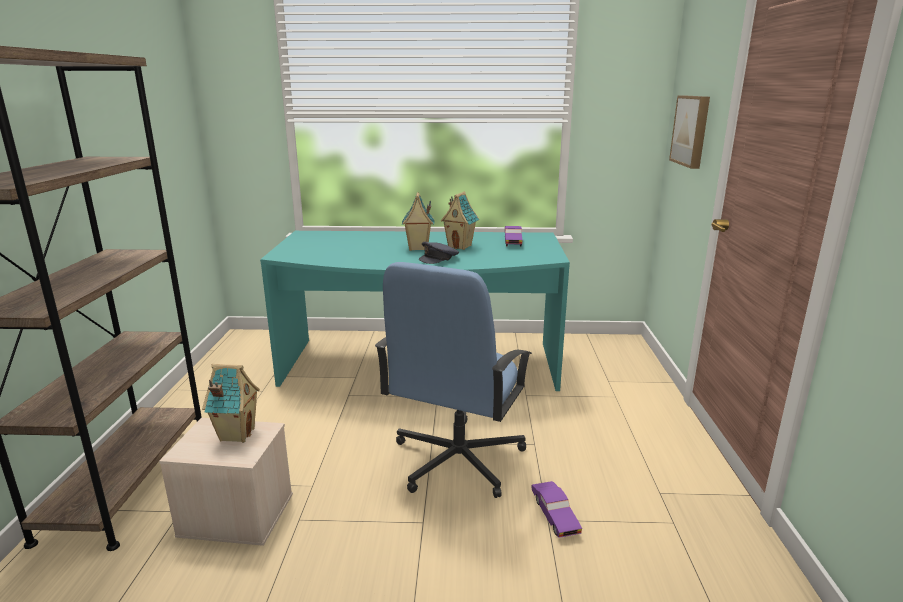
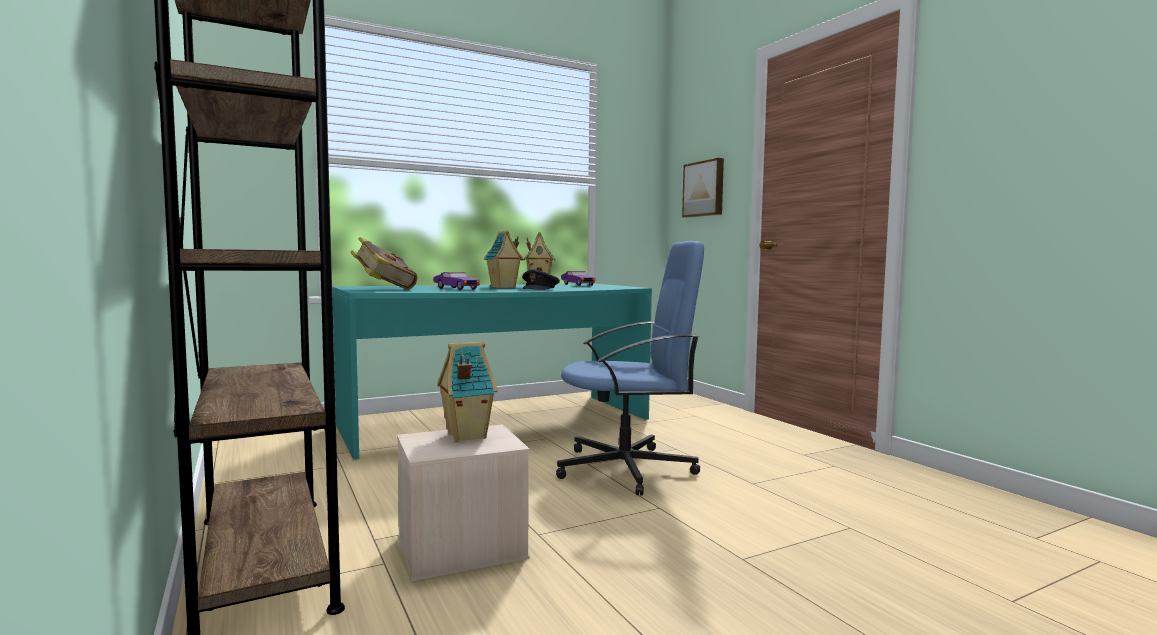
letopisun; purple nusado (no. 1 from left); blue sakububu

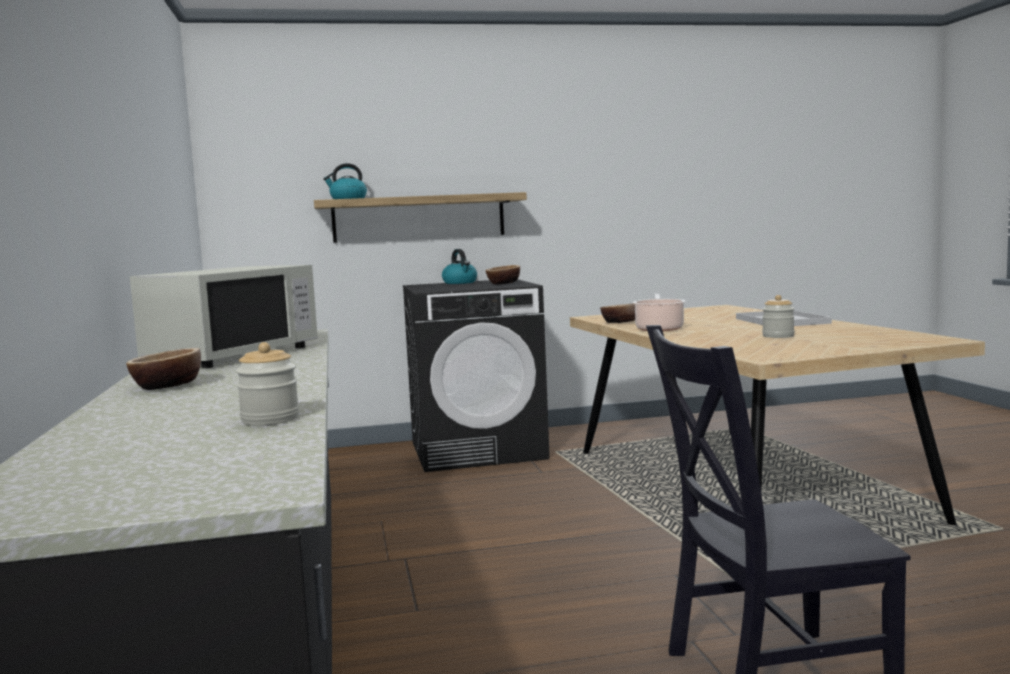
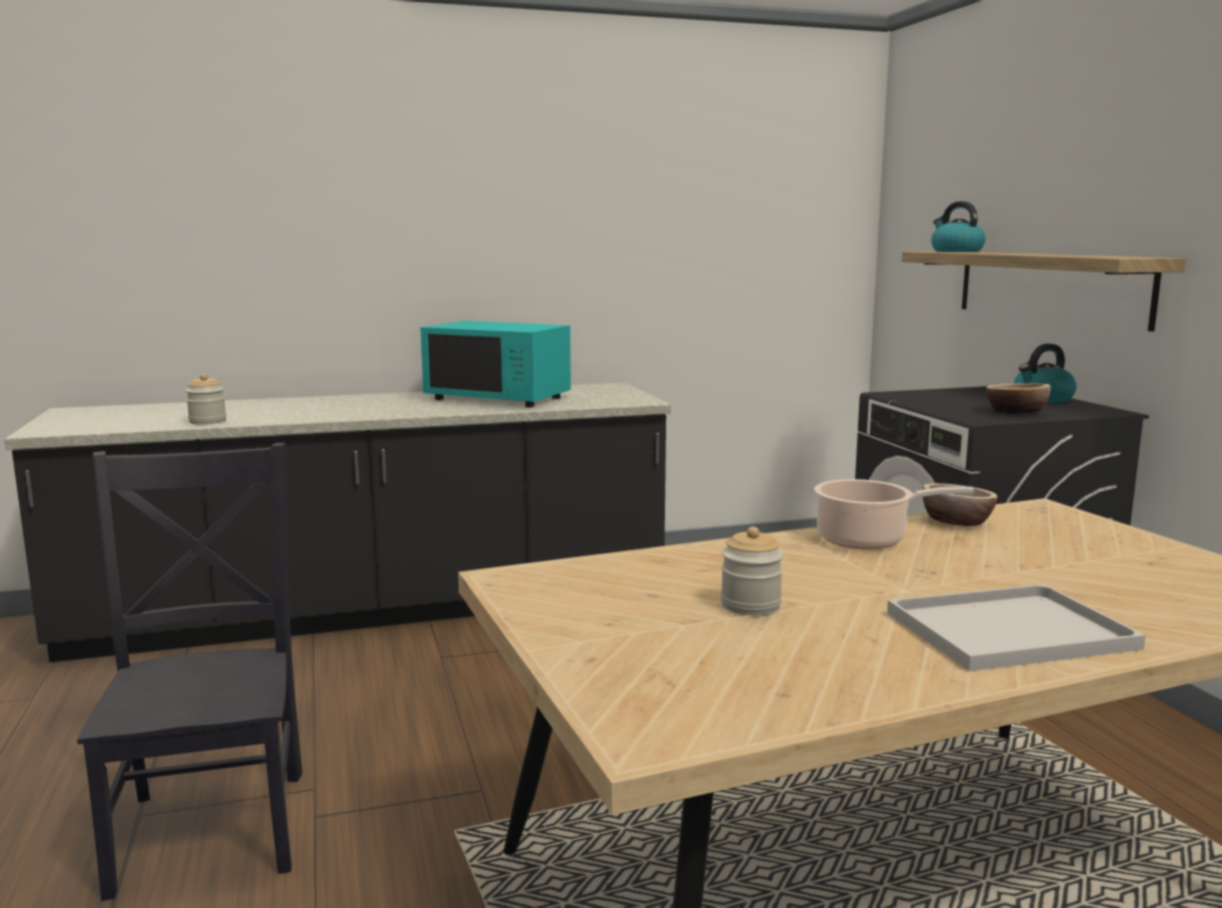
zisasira (no. 1 from left in the first image); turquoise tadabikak

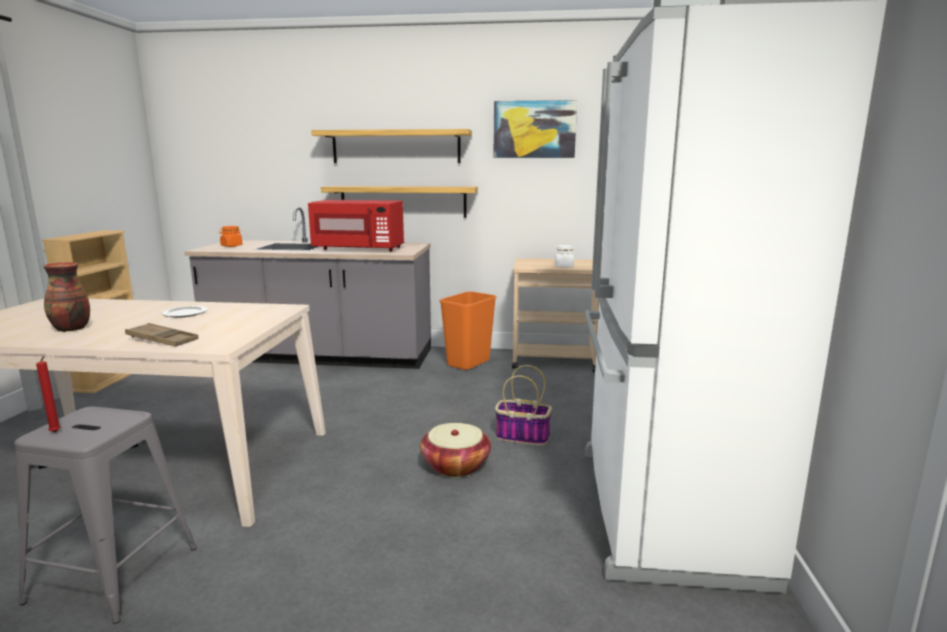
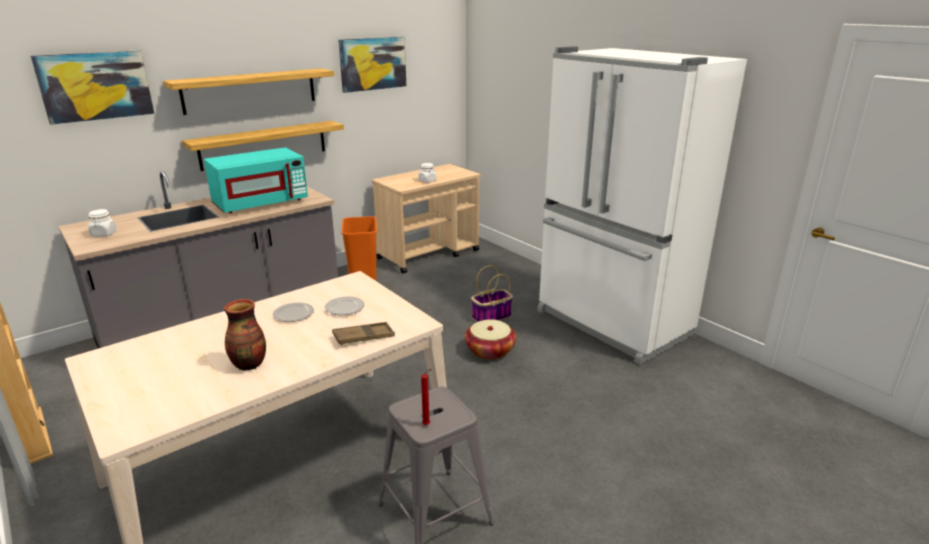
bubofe (no. 1 from left); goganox (no. 2 from left); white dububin (no. 1 from left); turquoise tadabikak

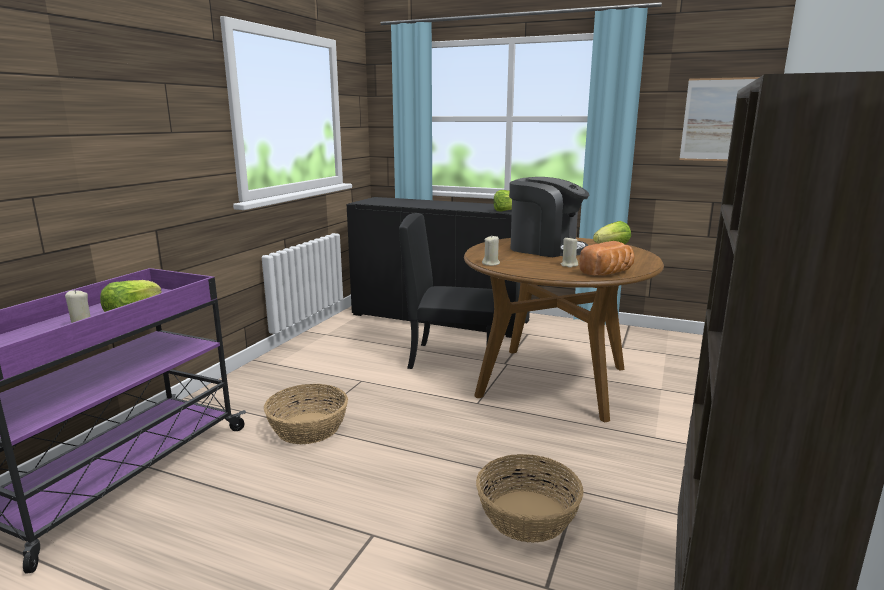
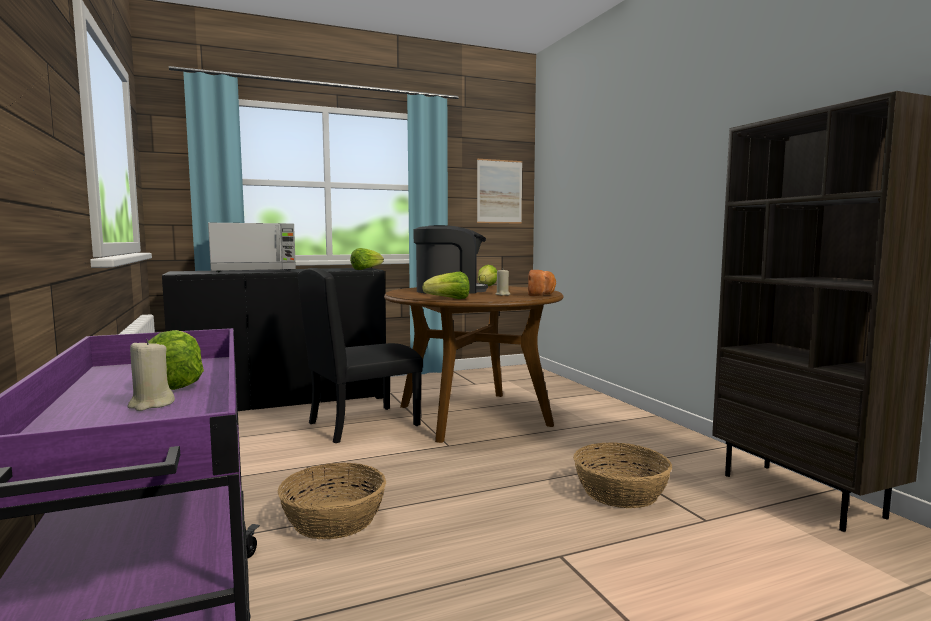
tadabikak; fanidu (no. 3 from left)

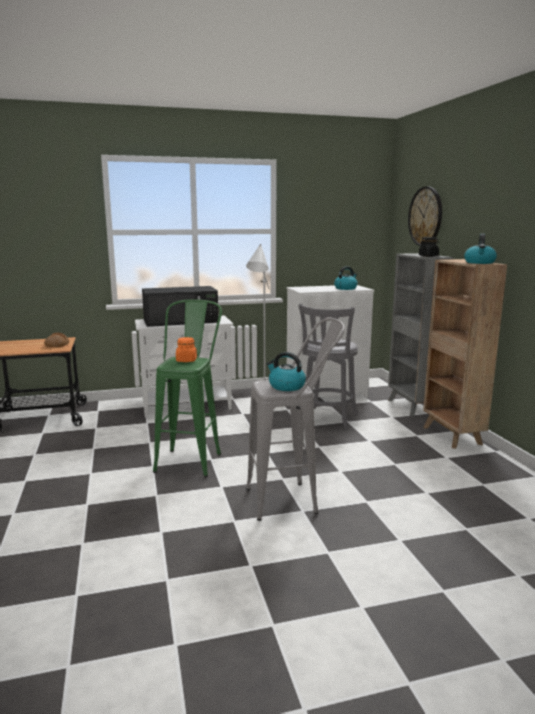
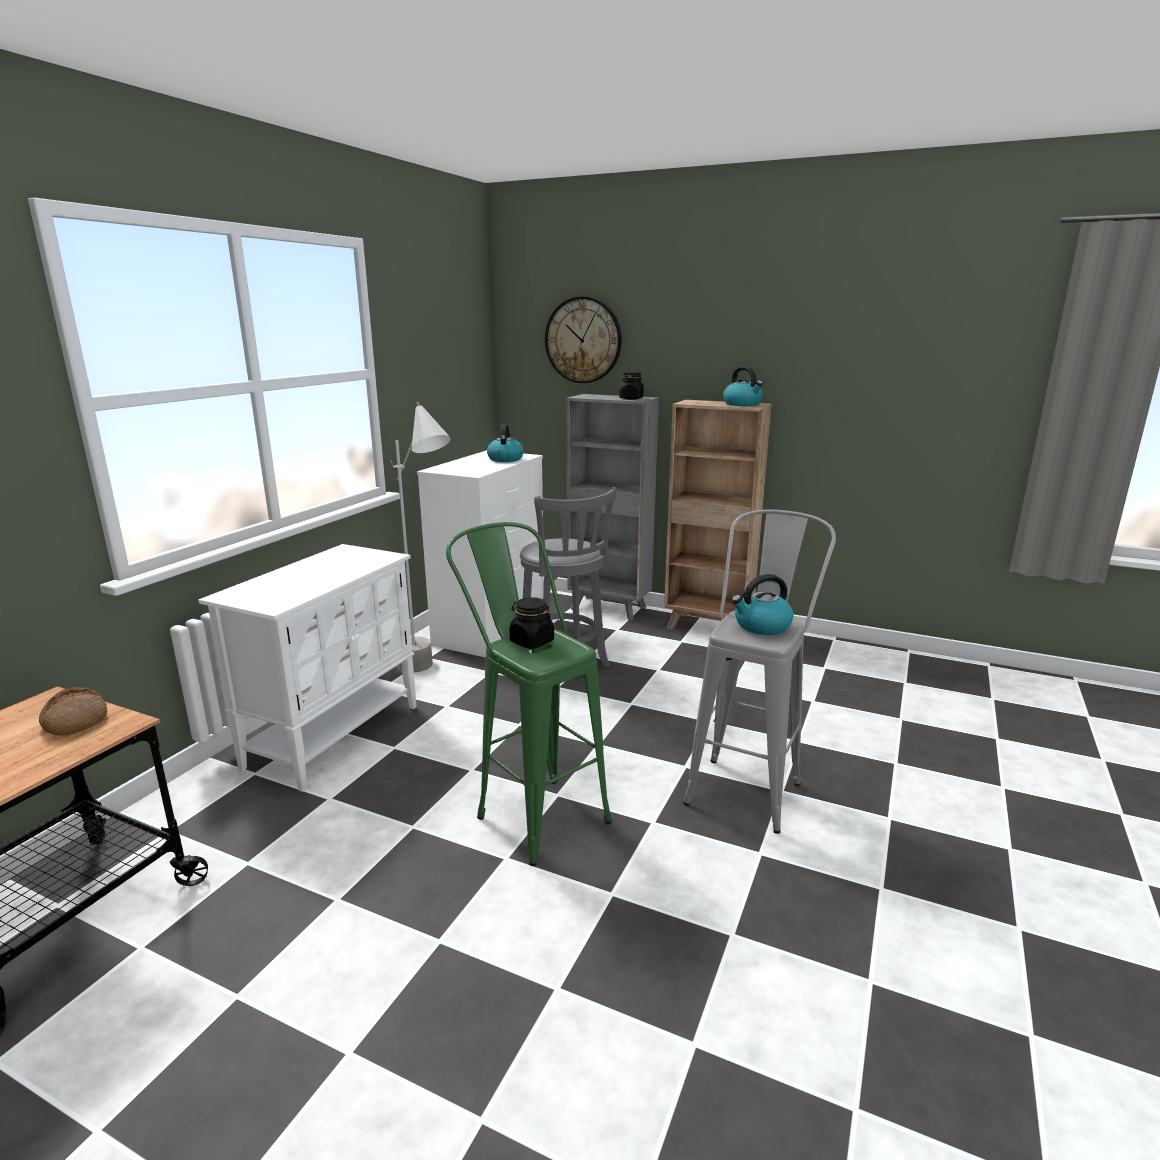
black tadabikak; black dububin (no. 1 from left)

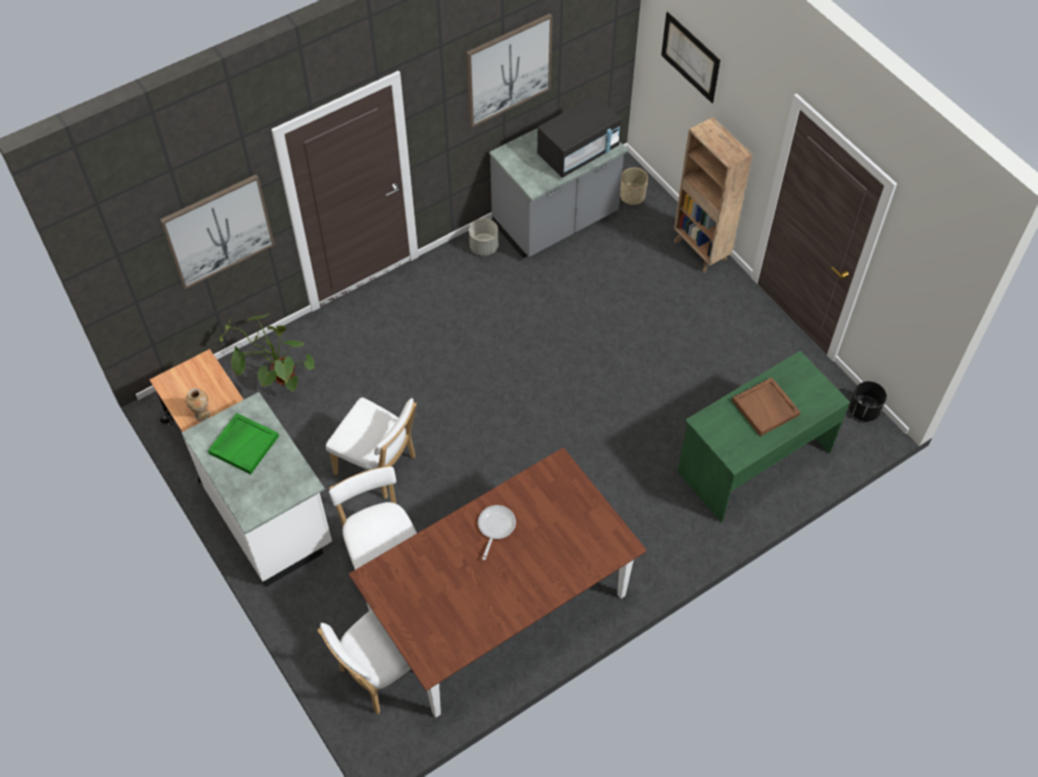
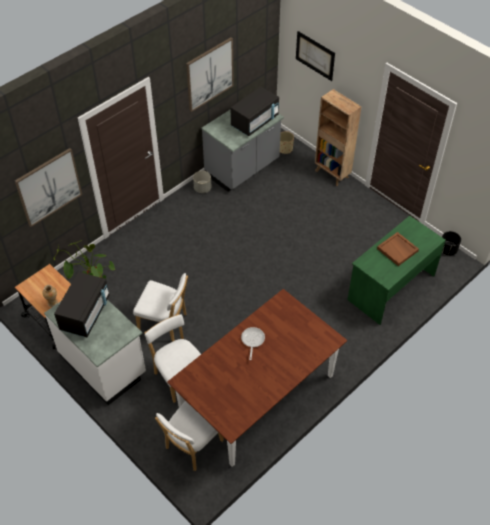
black tadabikak (no. 1 from left)

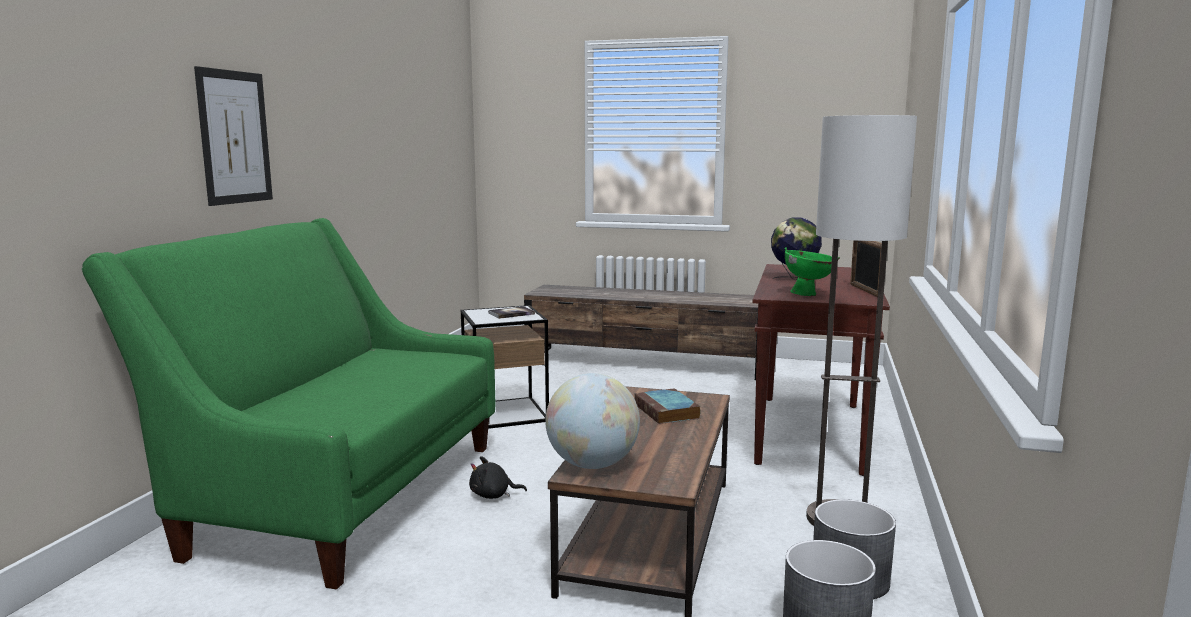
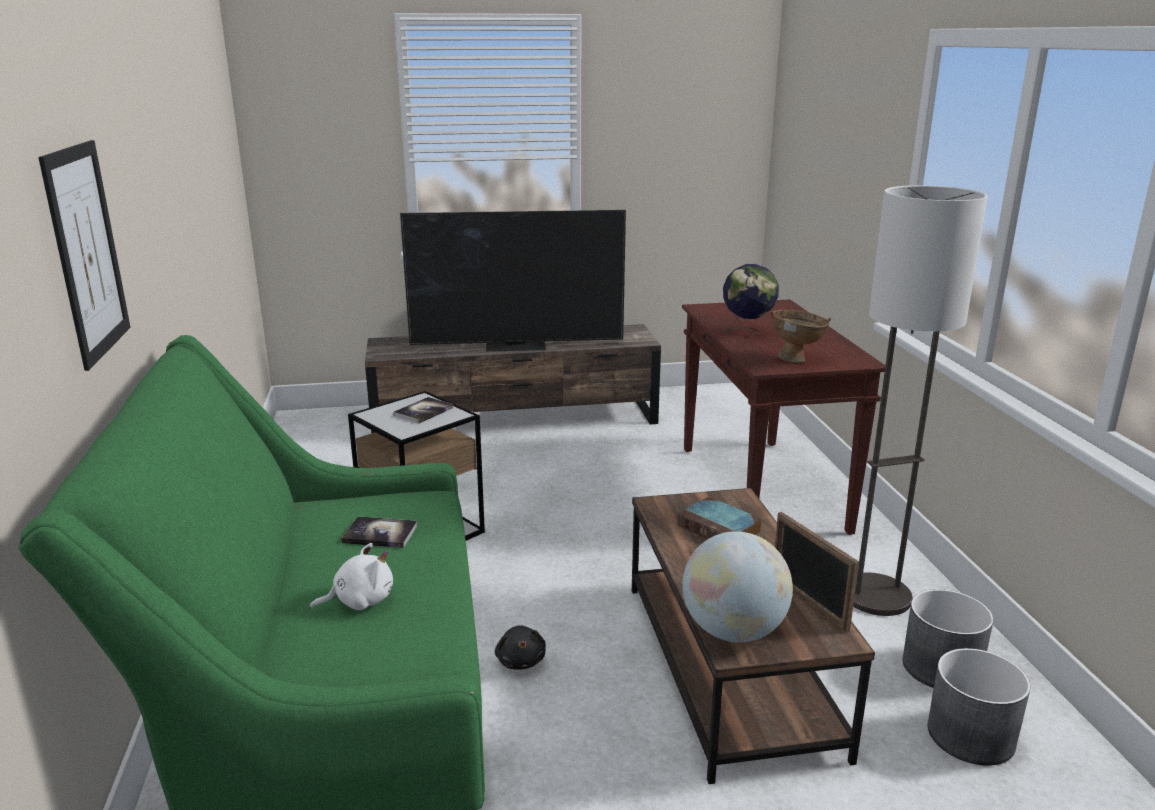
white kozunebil; letopisun (no. 1 from left); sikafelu; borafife; brown zisasira; black kozunebil

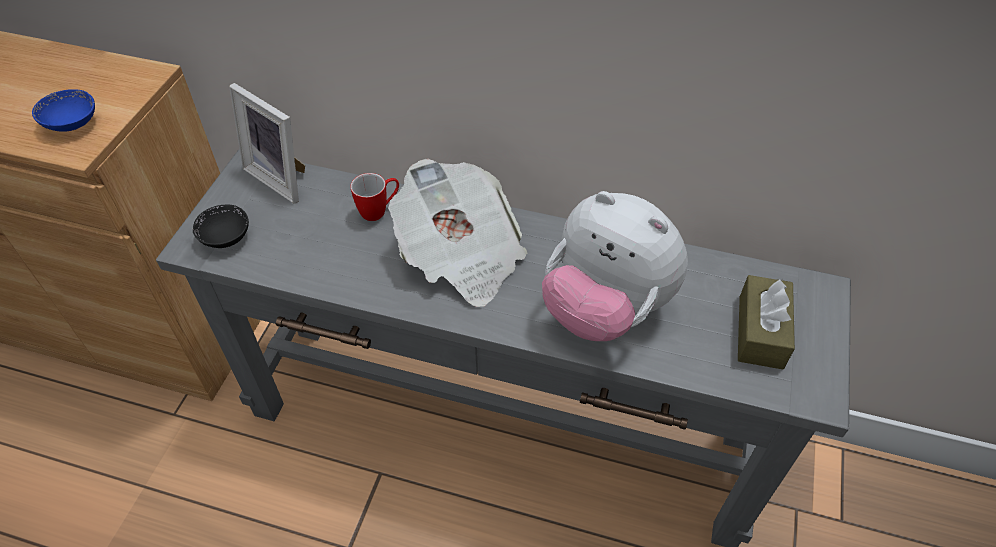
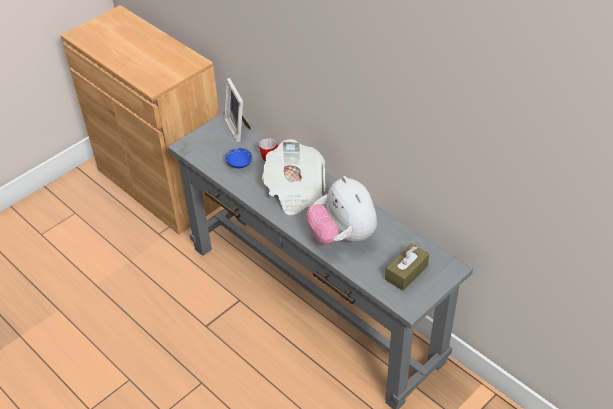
black zisasira; blue zisasira

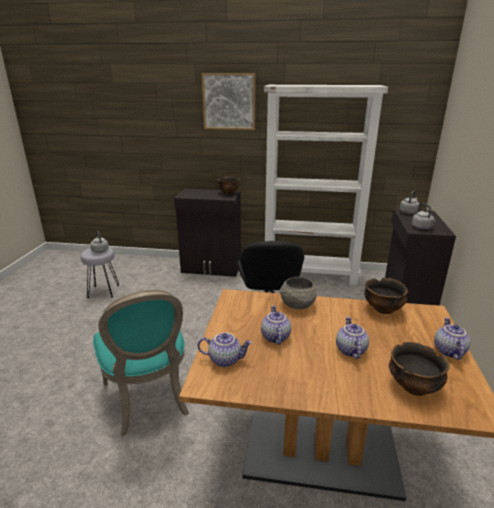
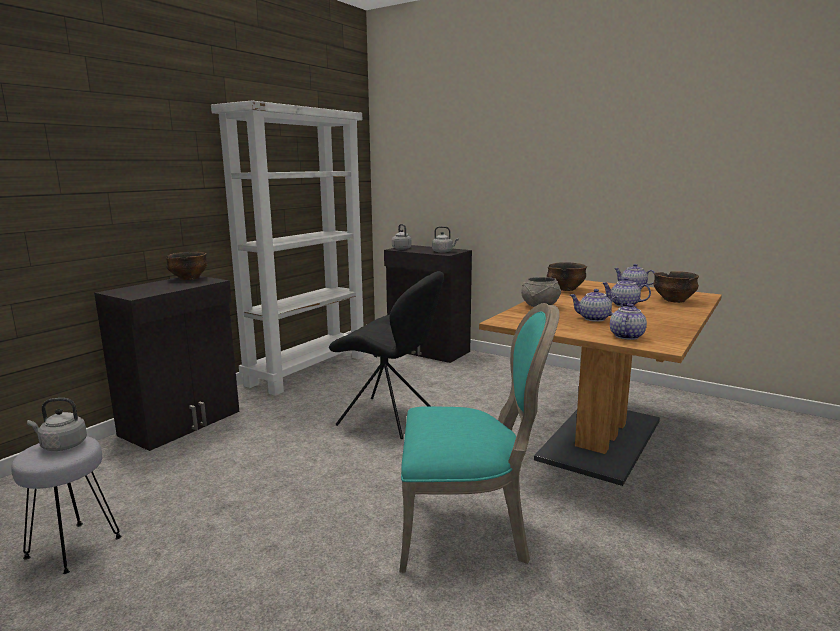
bubofe

